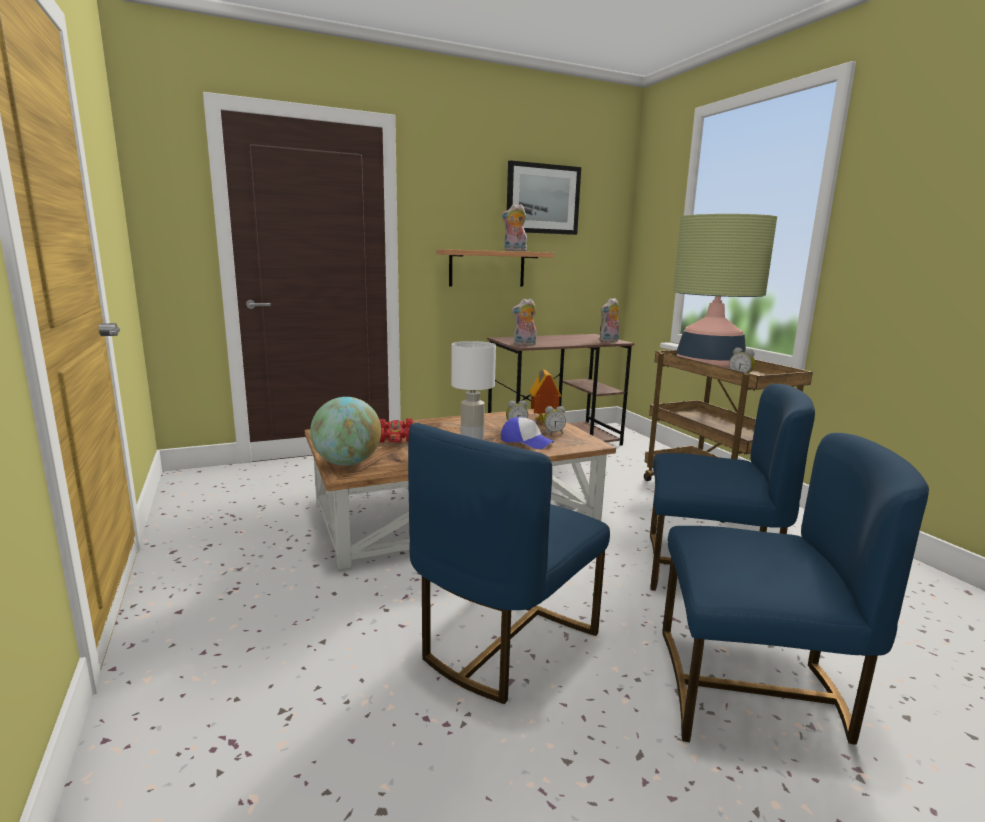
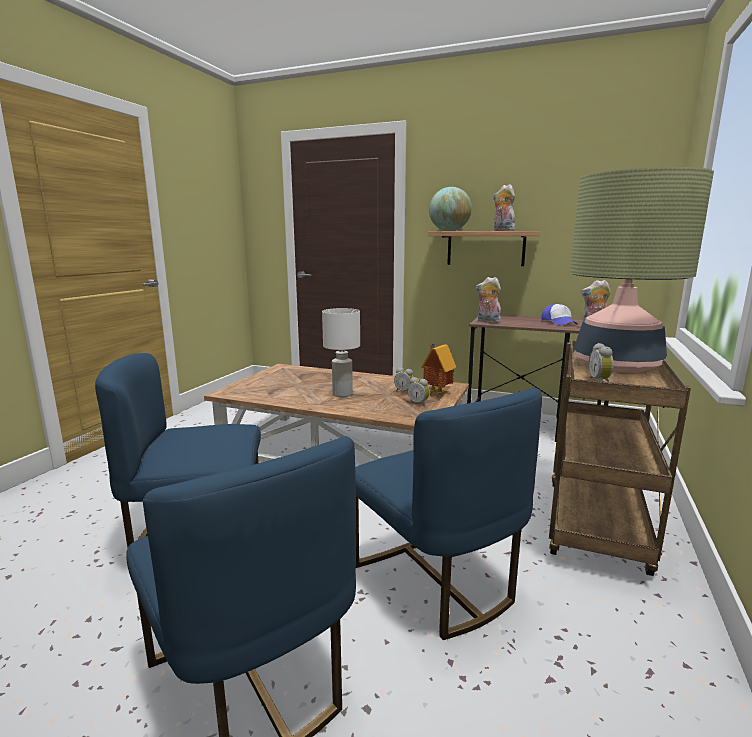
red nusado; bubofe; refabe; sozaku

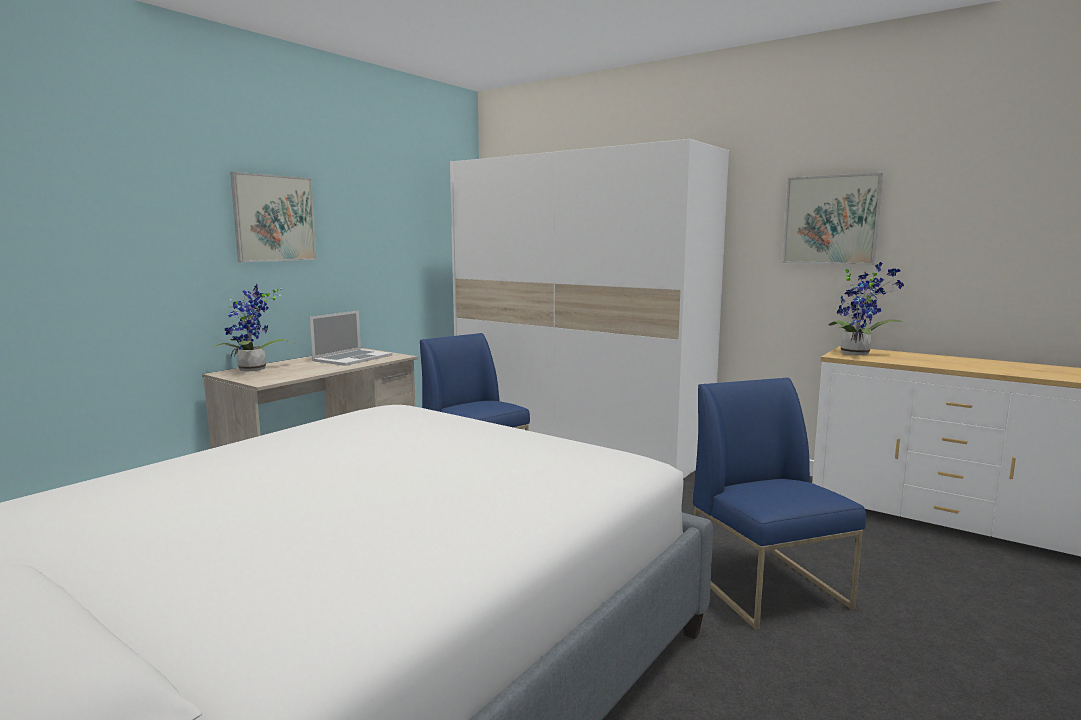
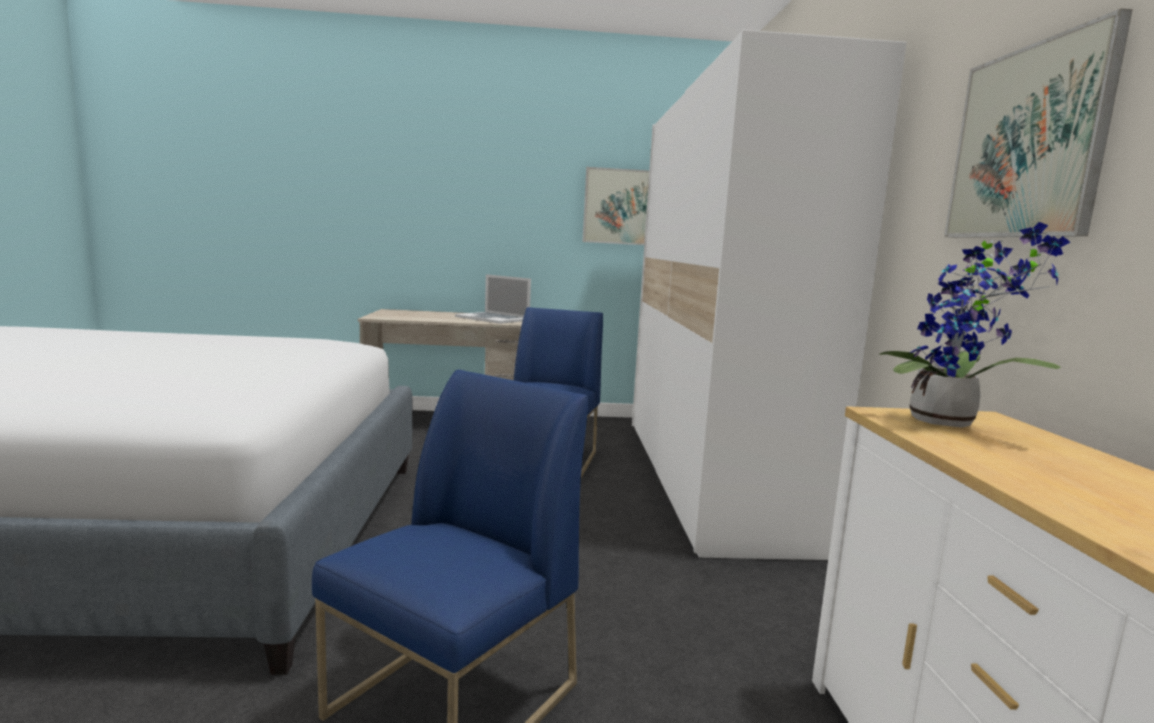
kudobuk (no. 1 from left in the first image); bubofe (no. 1 from left); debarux

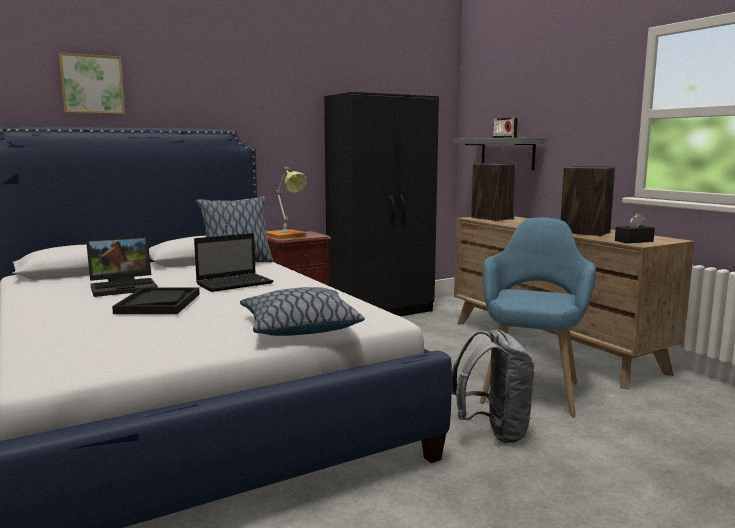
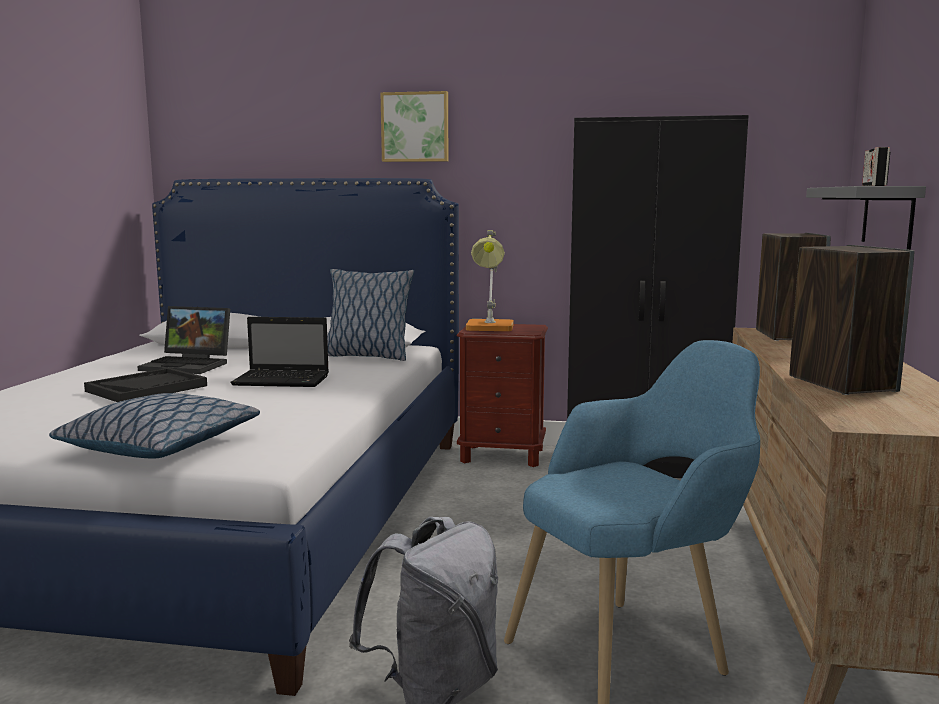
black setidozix; bubofe

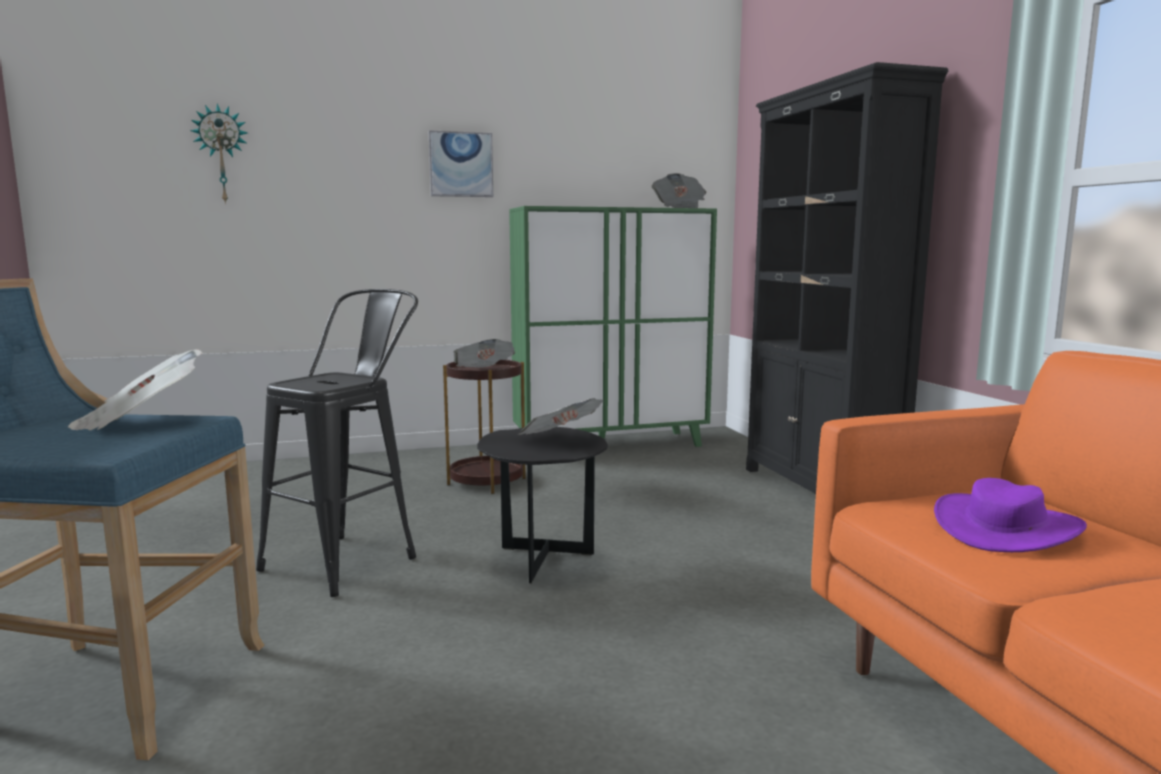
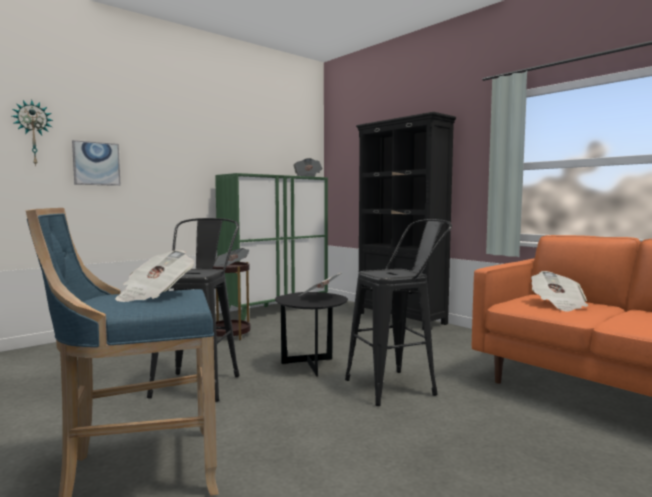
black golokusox (no. 2 from left); bubofe; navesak (no. 5 from left)

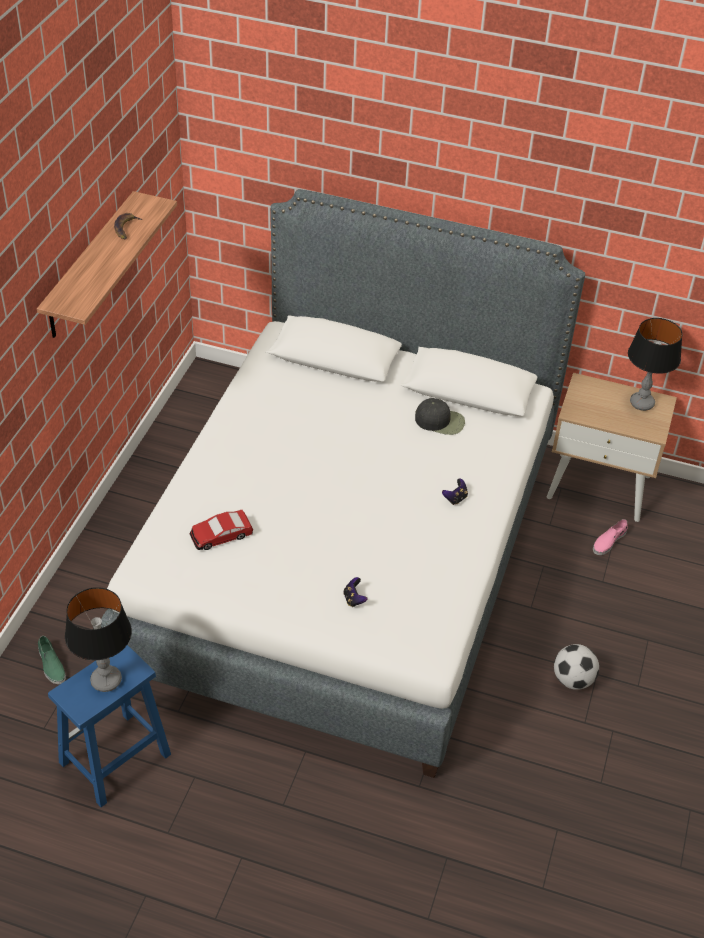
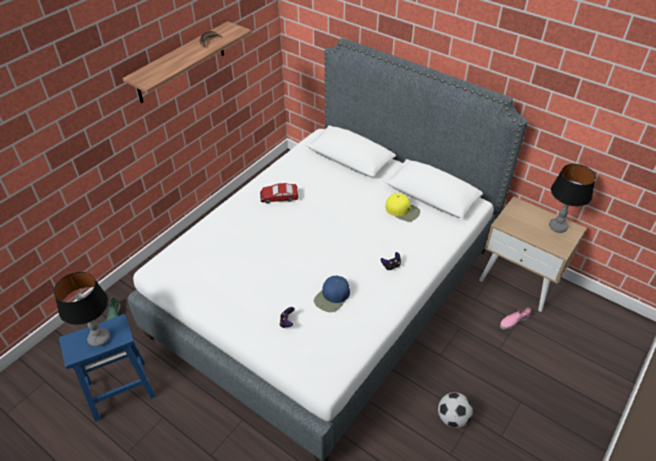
blue sozaku; nusado; yellow sozaku

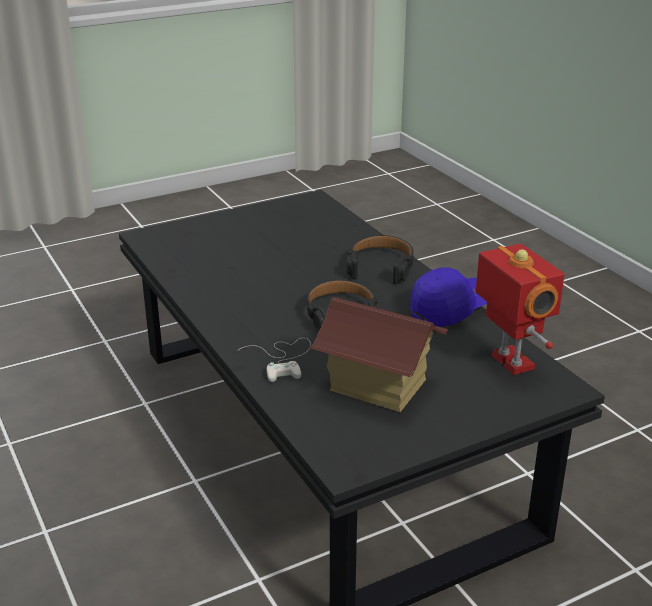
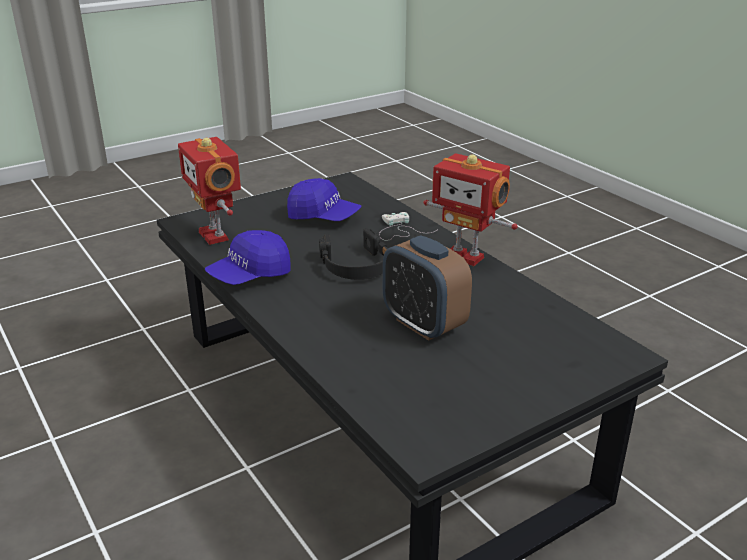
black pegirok (no. 2 from left in the first image); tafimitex; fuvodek (no. 2 from left); blue sozaku (no. 2 from left)

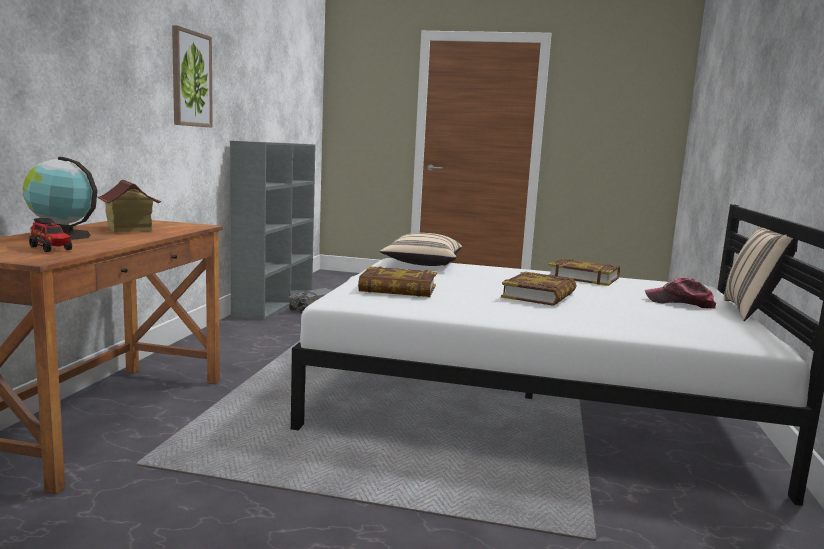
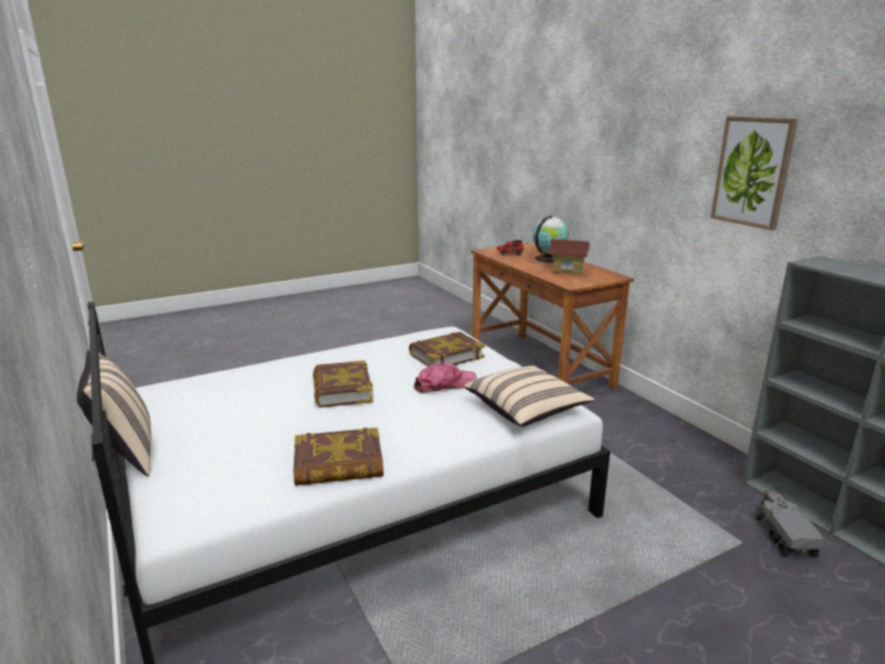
sozaku

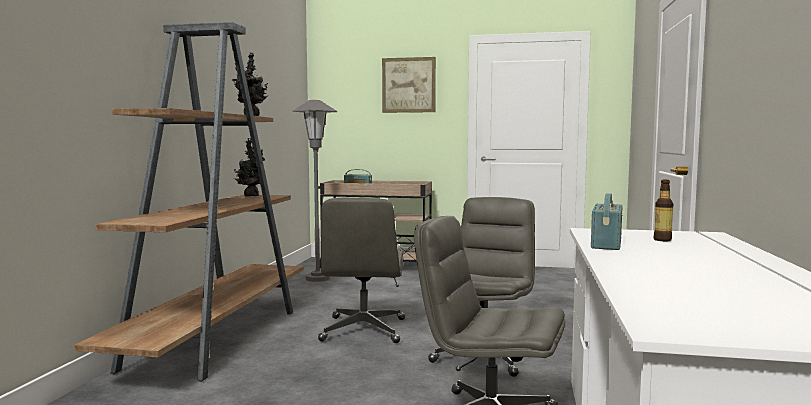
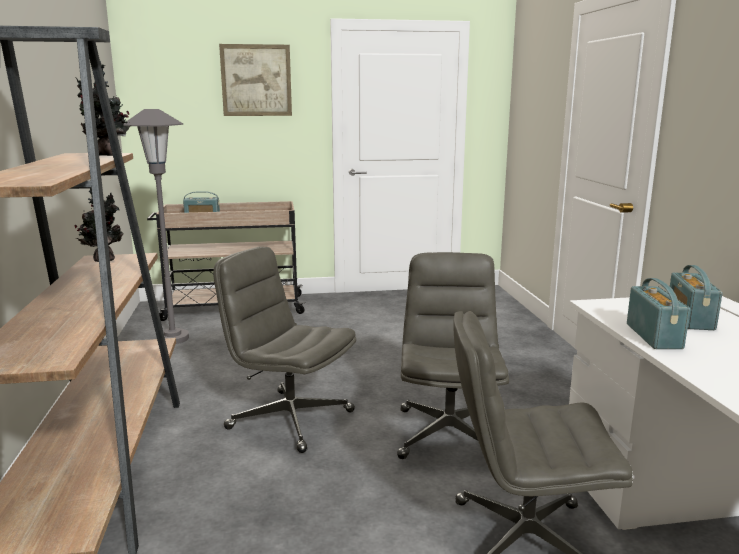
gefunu (no. 3 from left); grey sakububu (no. 1 from left)

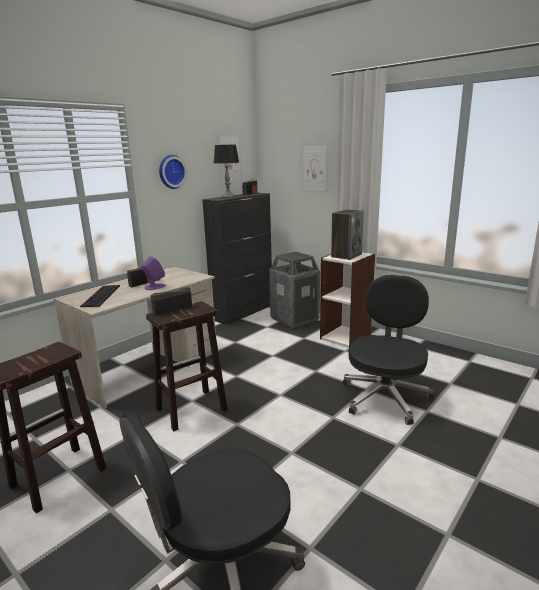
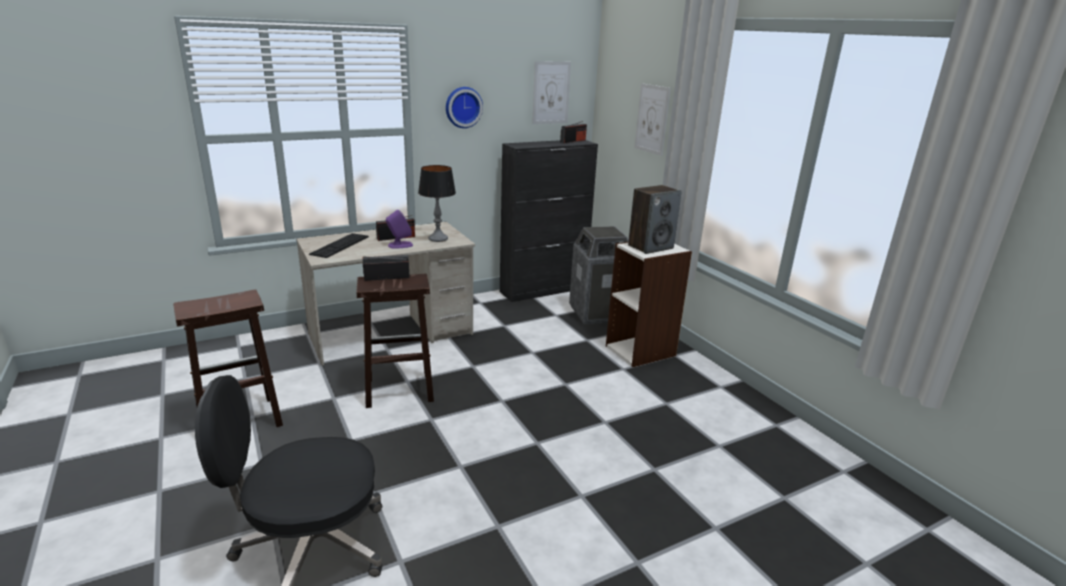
black sakububu (no. 2 from left in the first image); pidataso

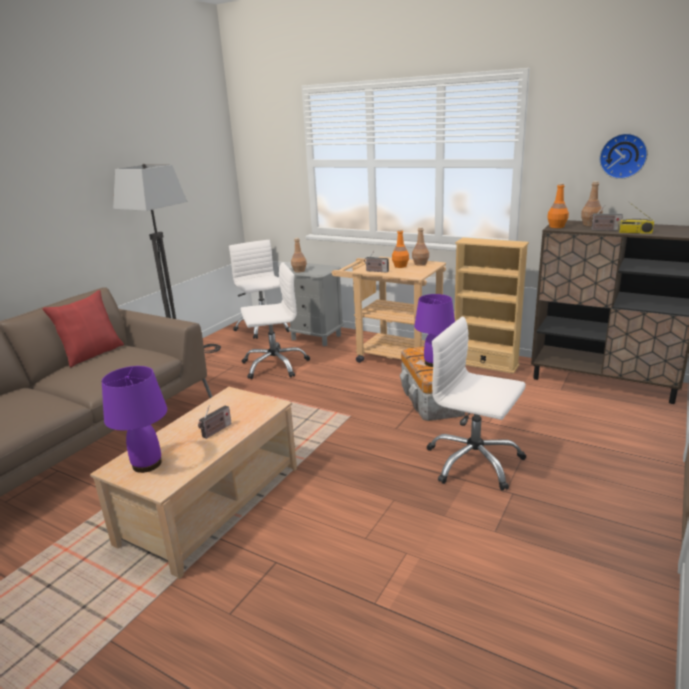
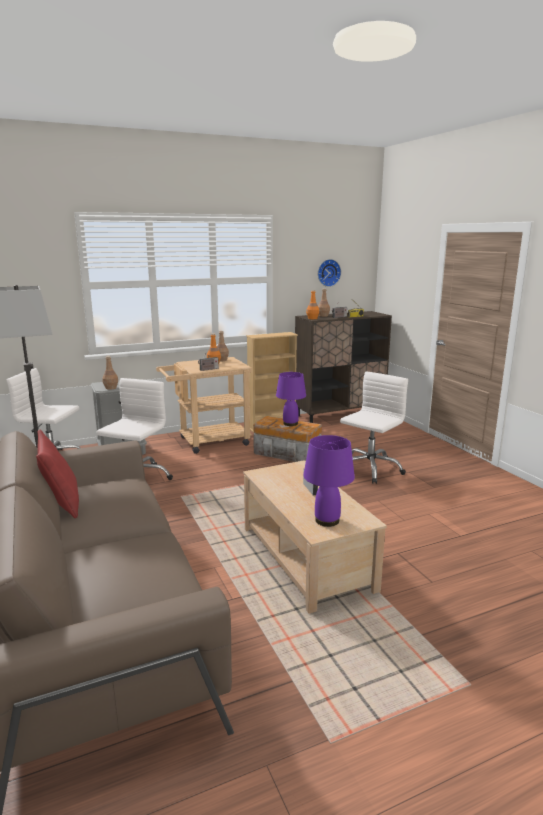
white sakububu (no. 3 from left)

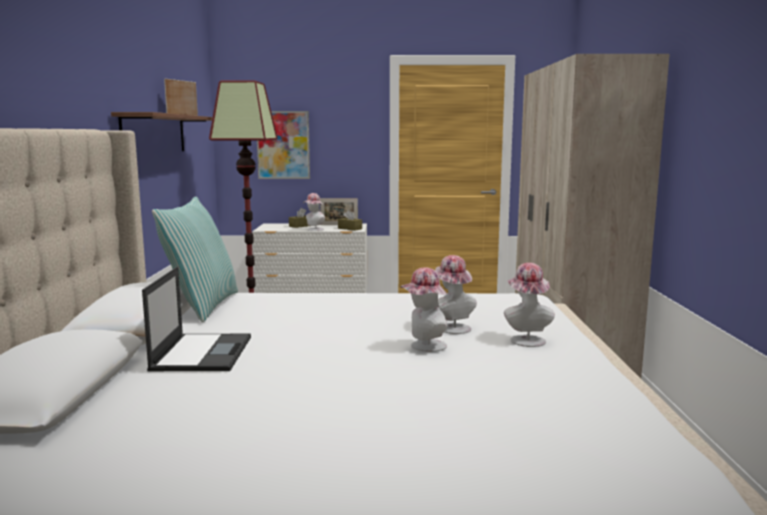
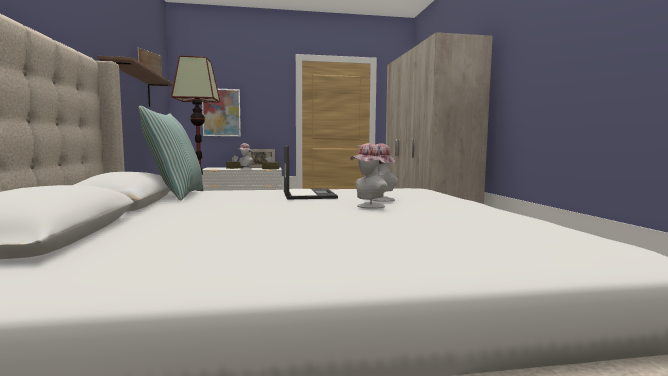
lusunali (no. 4 from left in the first image); debarux

